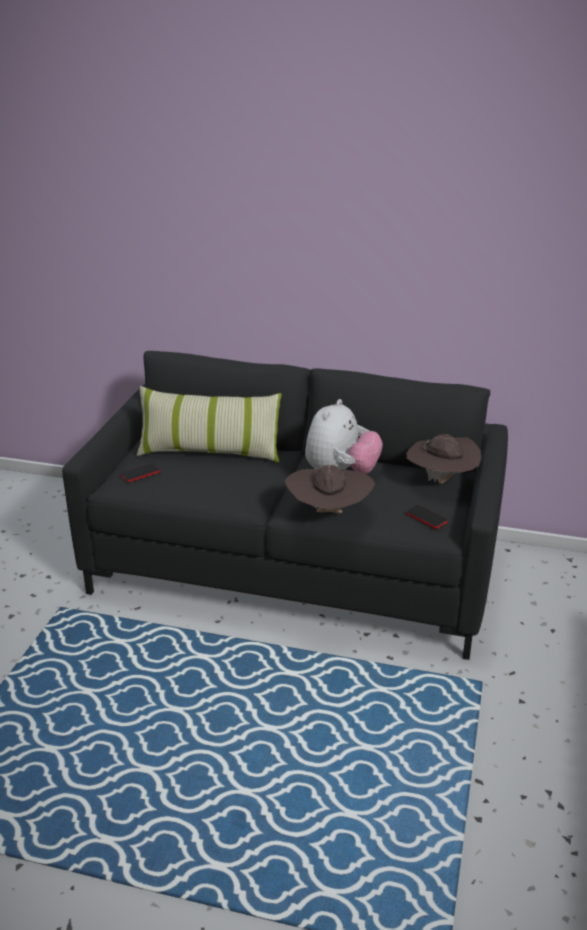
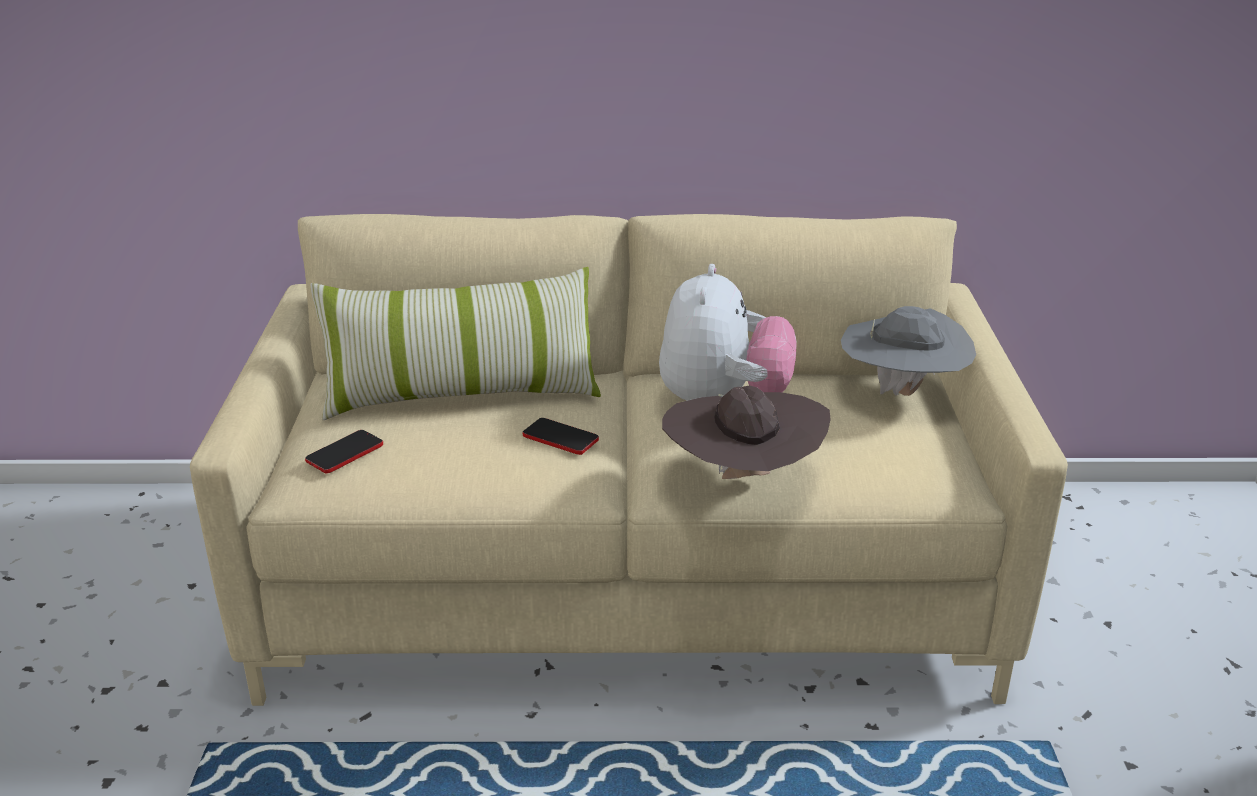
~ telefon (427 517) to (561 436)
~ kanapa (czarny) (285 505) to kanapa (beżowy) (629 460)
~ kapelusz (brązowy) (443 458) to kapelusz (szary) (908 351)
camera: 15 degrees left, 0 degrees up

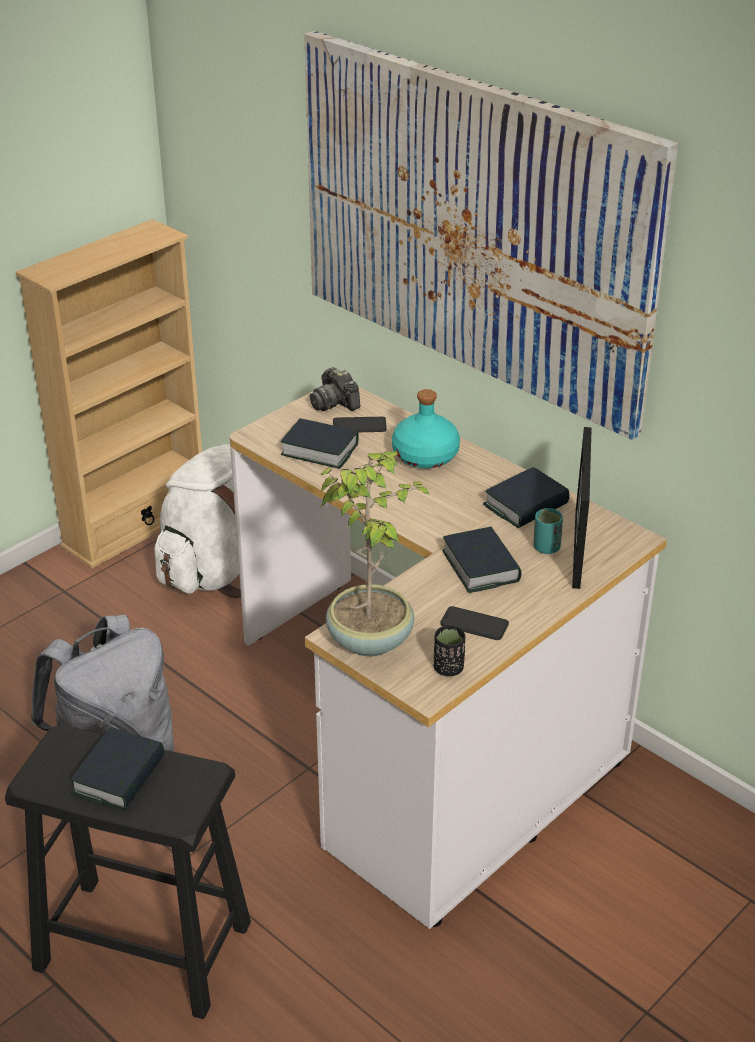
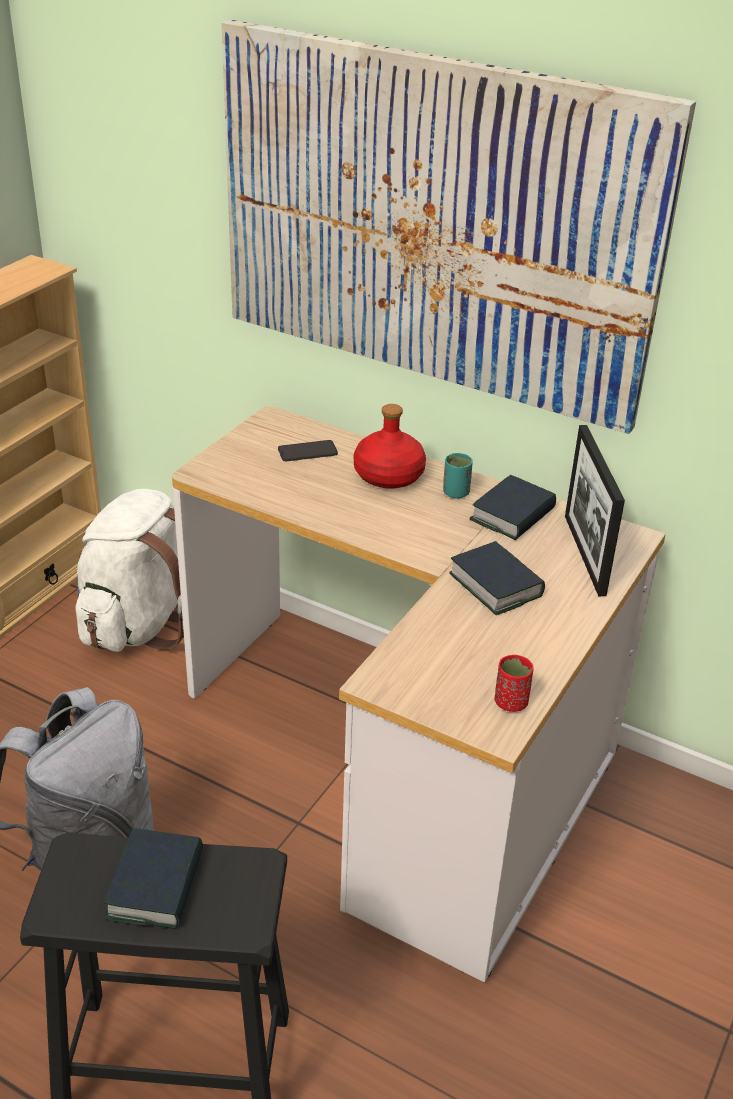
- książka (320 443)
- aparat fotograficzny (335 389)
- roślina doniczkowa (374 553)
- telefon (474 623)
~ filiżanka (turkusowy) (548 531) to (458 476)
~ butelka (turkusowy) (426 428) to butelka (czerwony) (390 446)
~ filiżanka (czarny) (449 651) to filiżanka (czerwony) (514 683)
camera: 15 degrees left, 0 degrees up

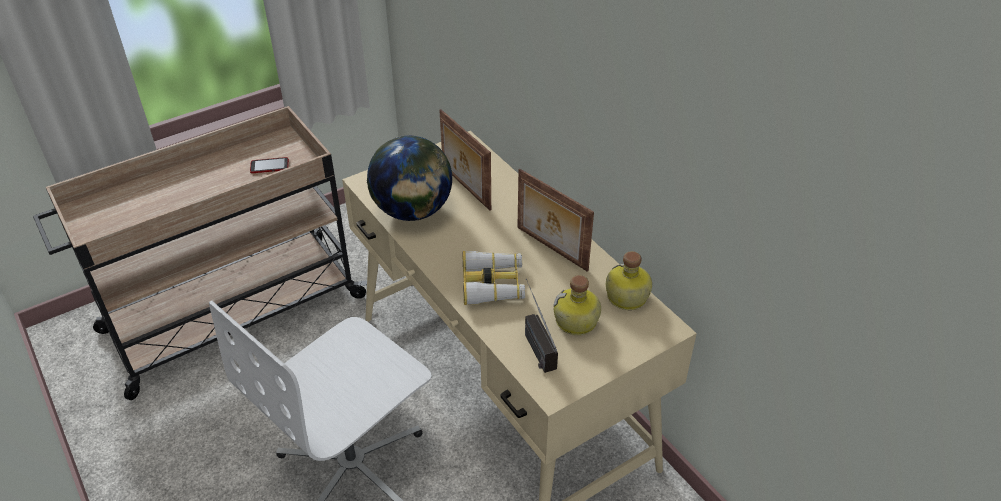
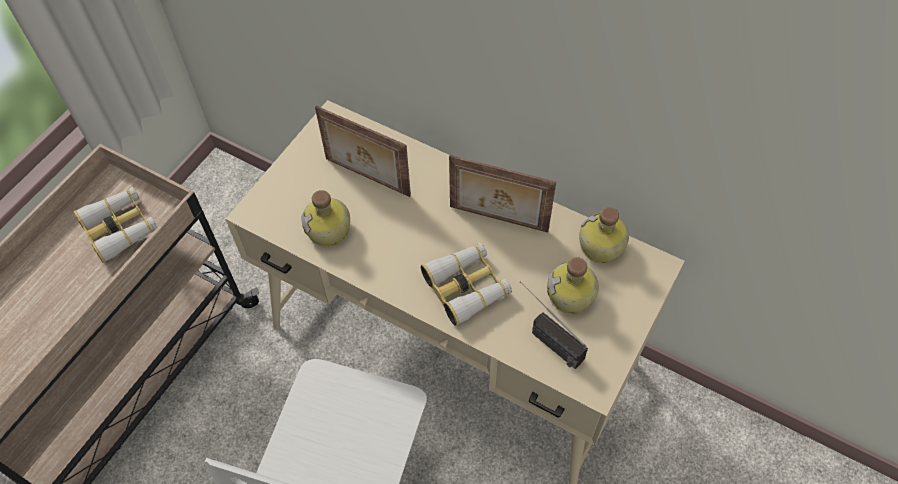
~ telefon (269 165) to lornetka (115 225)
~ globus (409 178) to butelka (325 218)
camera: 25 degrees left, 15 degrees up

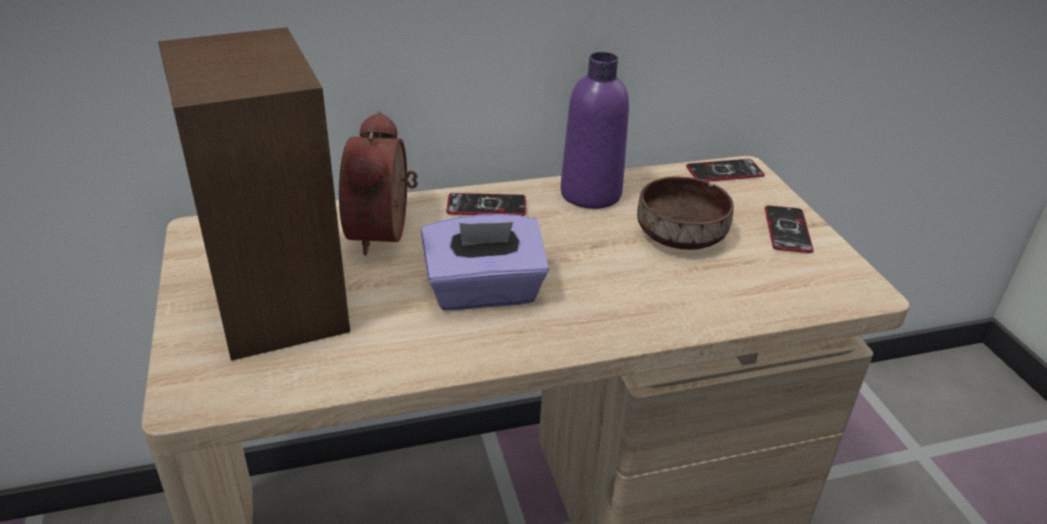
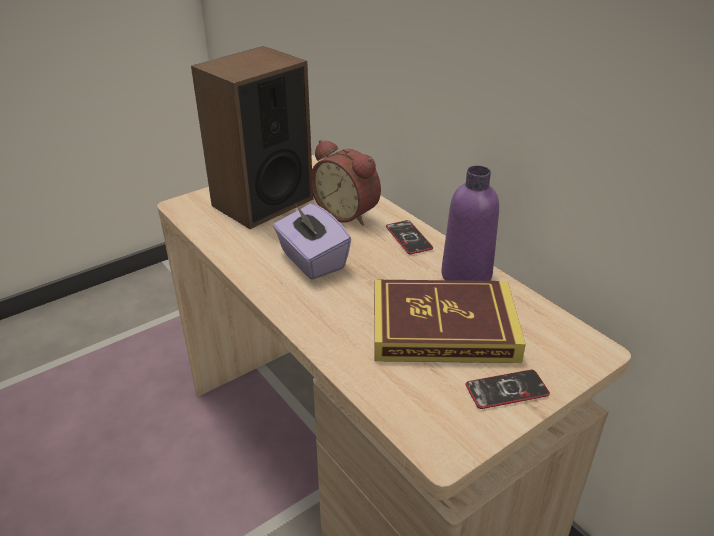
- telefon (725 170)
~ miska (brązowy) (685 213) to książka (450 321)
~ budzik (378 183) = (345 182) 120 degrees counterclockwise
camera: 70 degrees right, 0 degrees up

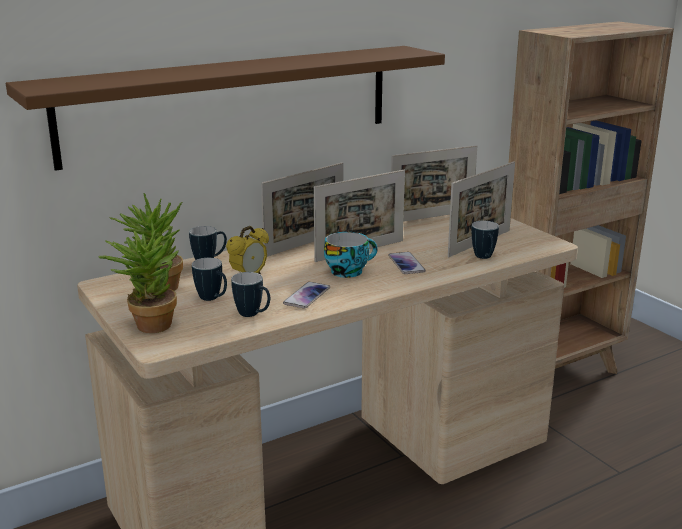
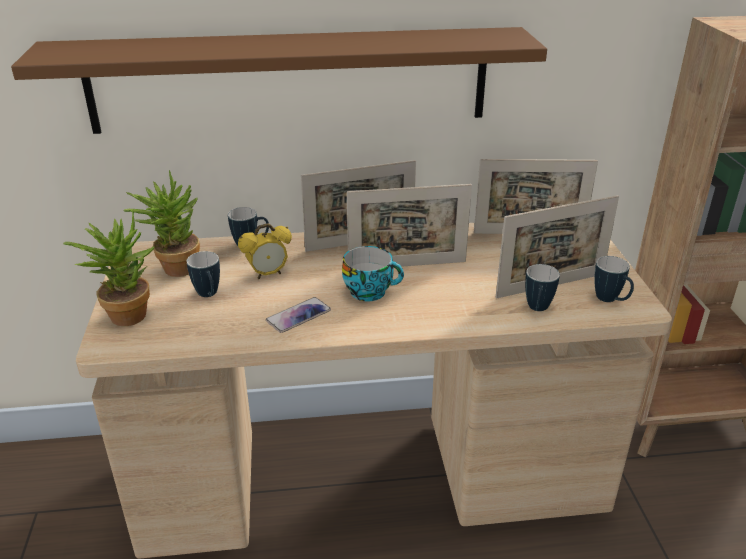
- telefon (407 263)
~ kubek (250 294) to (614 279)
camera: 25 degrees right, 10 degrees up

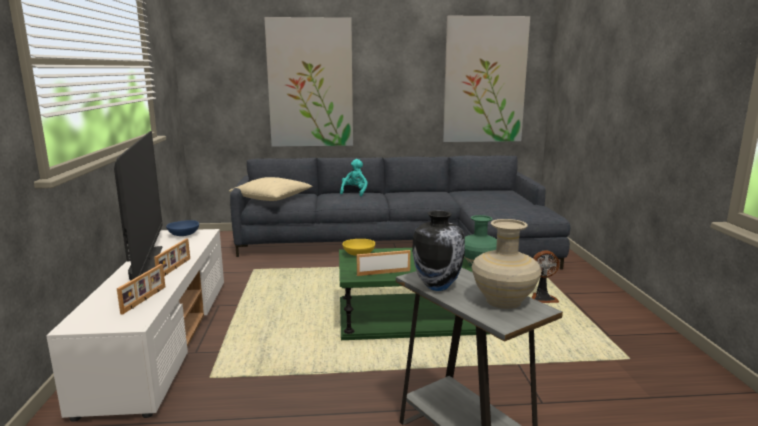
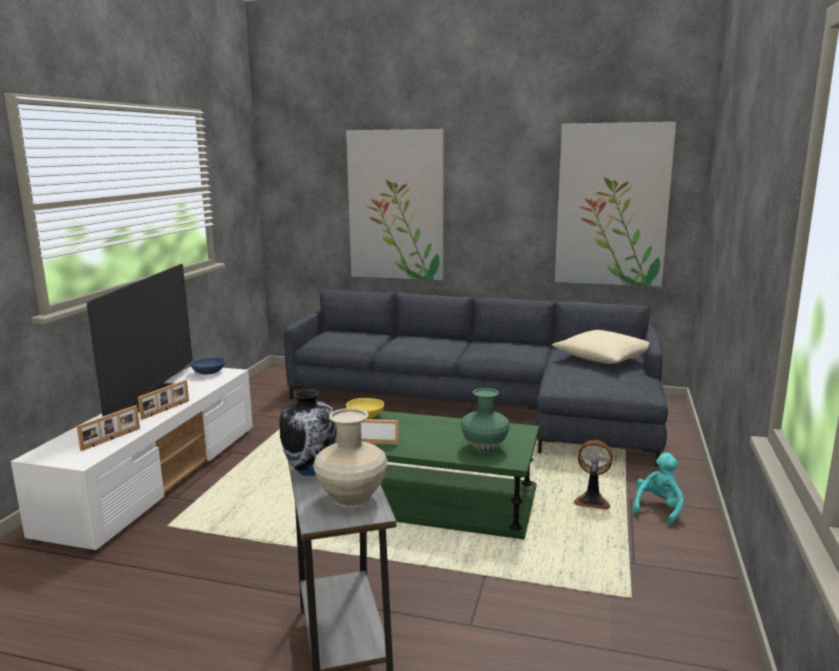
~ poduszka (beżowy) (271 189) to (601 347)
~ pluszak (turkusowy) (354 178) to (658 488)
camera: 20 degrees right, 0 degrees up

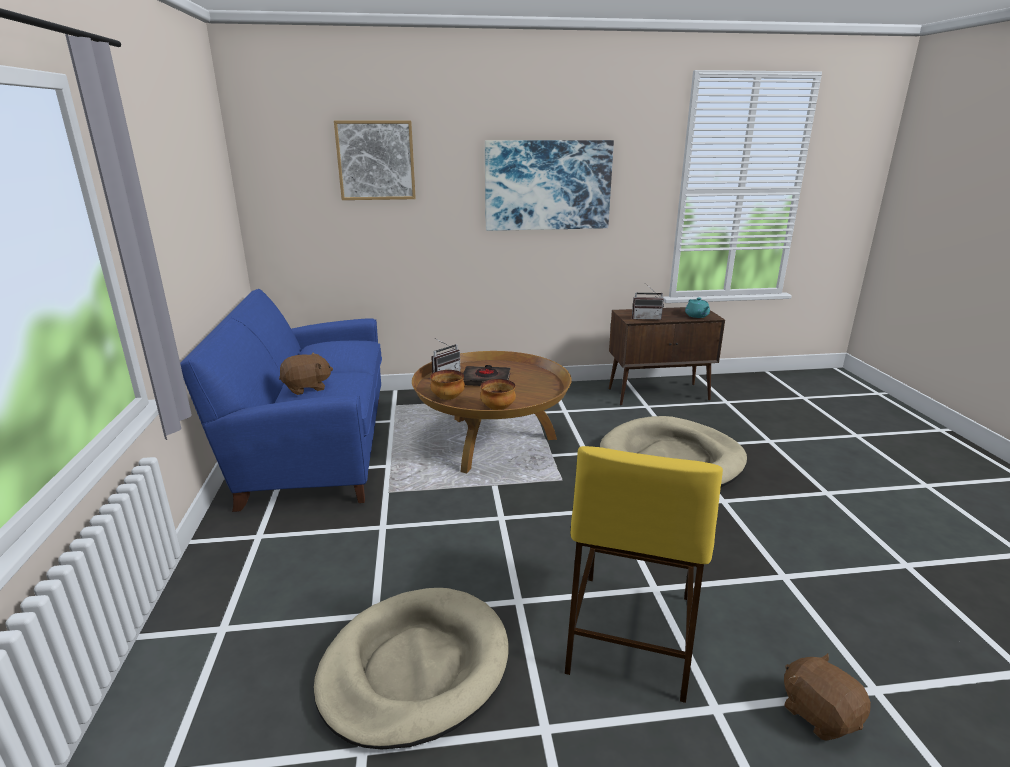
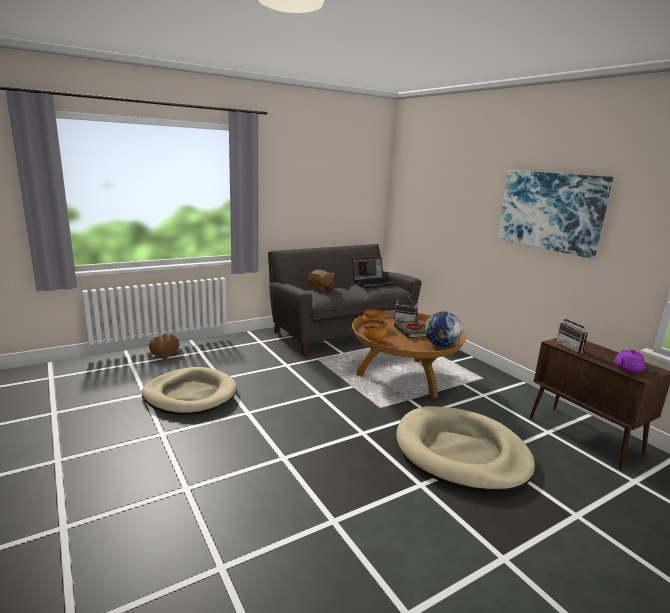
- obraz (375 160)
- stołek (żółty) (644 574)
+ laptop (373 272)
+ globus (443 329)
~ pluszak (brązowy) (827 697) to (164 346)
~ kanapa (niebieski) (281 400) to kanapa (szary) (345 300)
~ imbryk (turkusowy) (697 308) to imbryk (fioletowy) (629 361)
camera: 65 degrees right, 5 degrees down

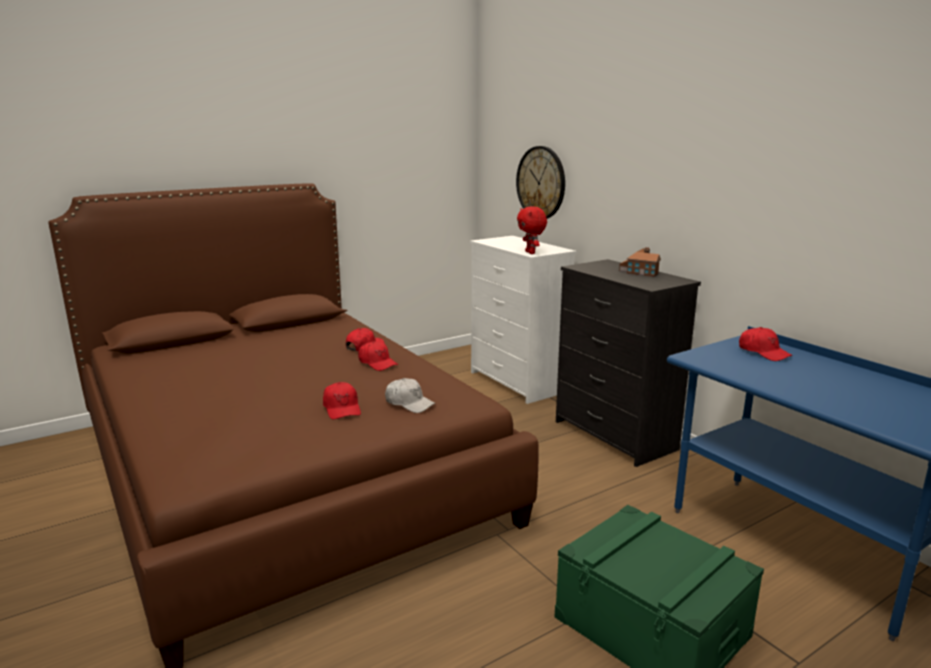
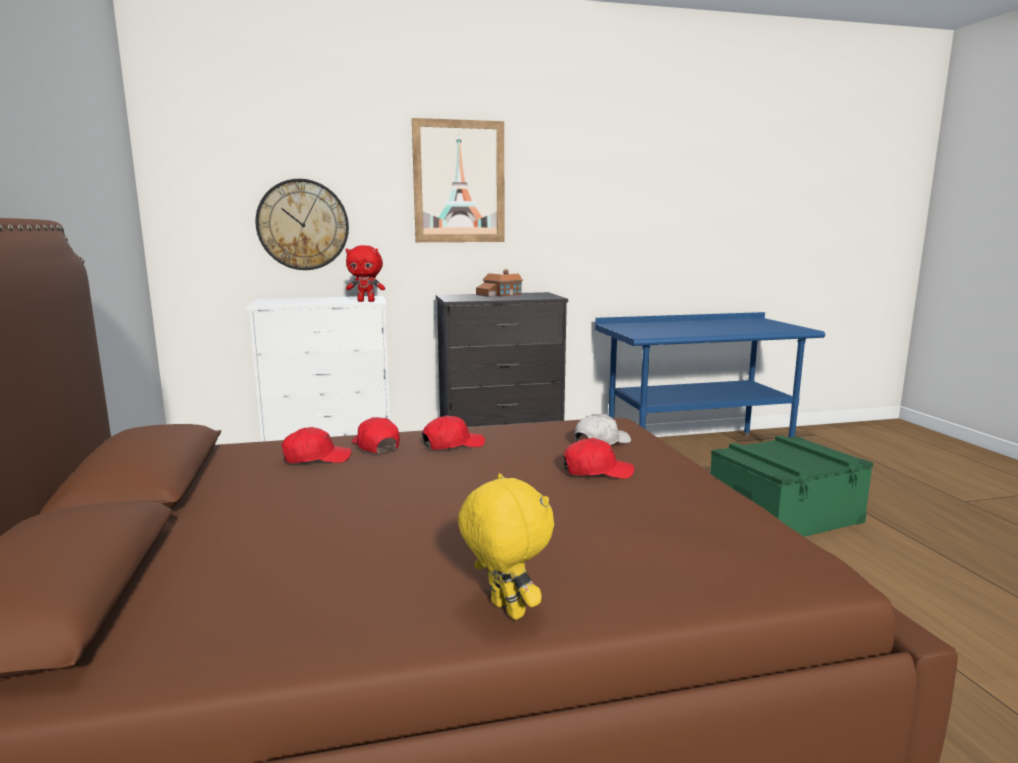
+ obraz (458 180)
+ pluszak (żółty) (506 546)
~ czapka z daszkiem (czerwony) (765 344) to (316 445)
camera: 70 degrees left, 5 degrees down

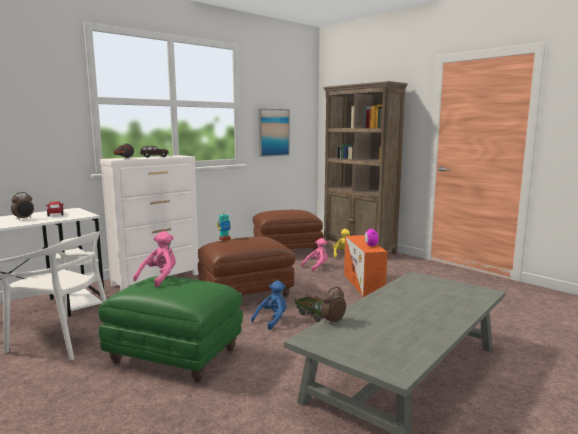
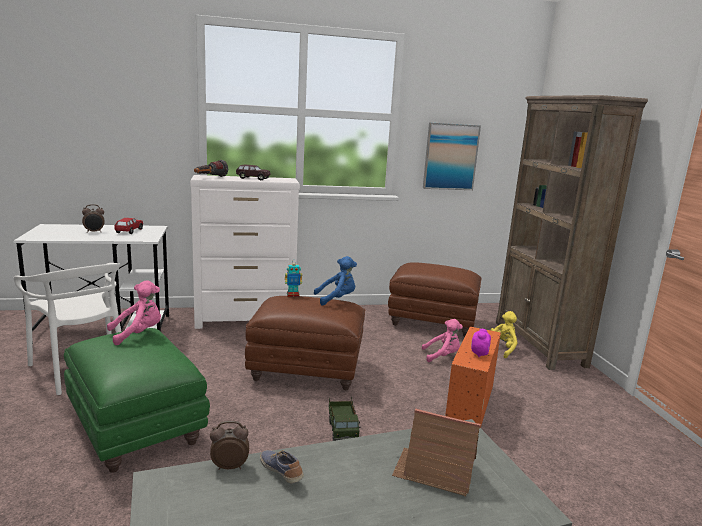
+ but (282 466)
+ domek (436 452)
~ pluszak (niebieski) (268 305) to (335 281)
camera: 30 degrees right, 5 degrees up

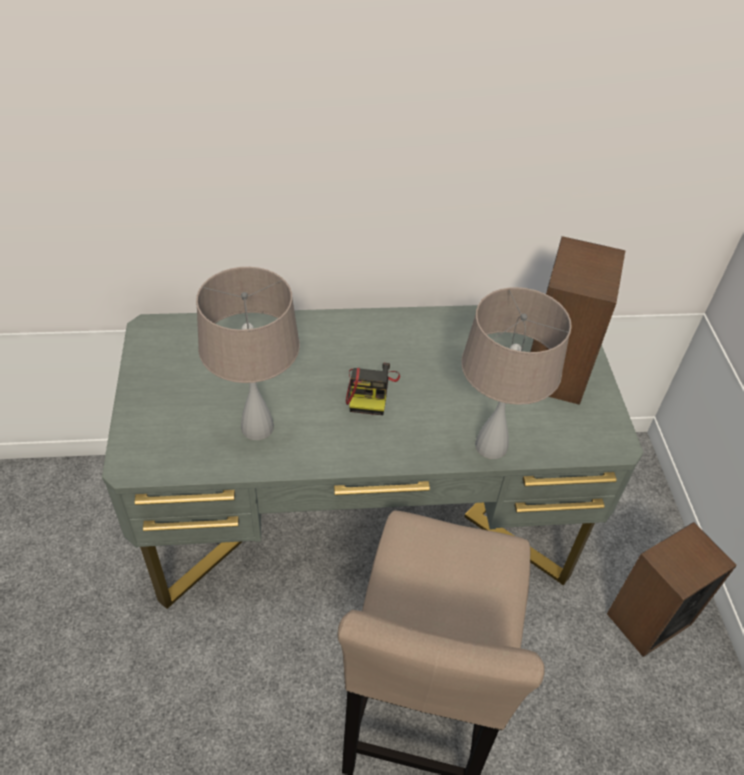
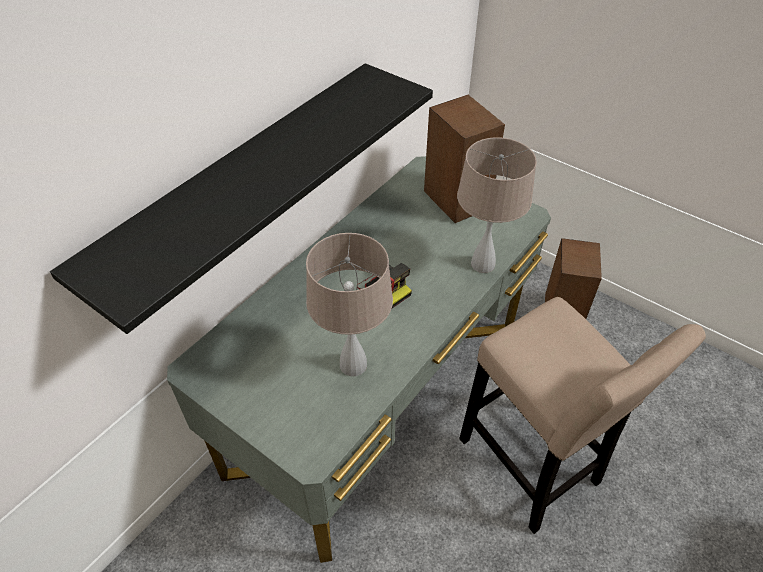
+ półka (czarny) (241 198)
camera: 45 degrees left, 0 degrees up

